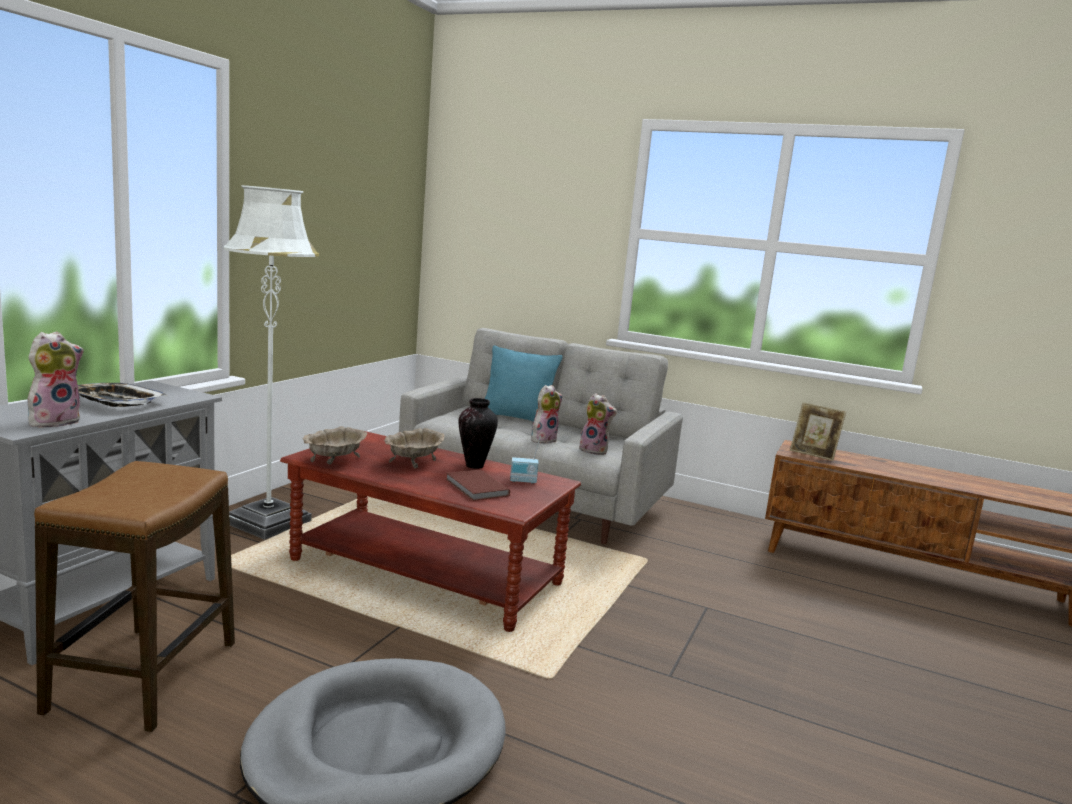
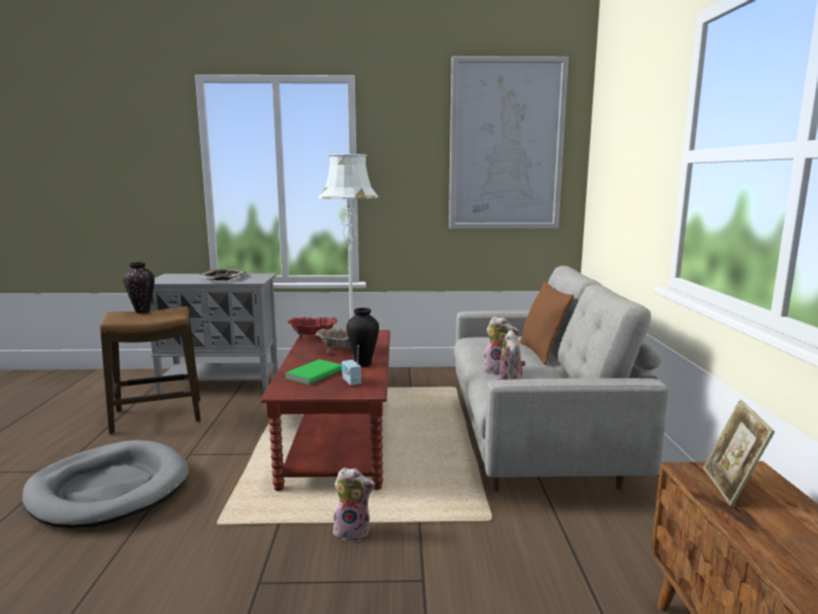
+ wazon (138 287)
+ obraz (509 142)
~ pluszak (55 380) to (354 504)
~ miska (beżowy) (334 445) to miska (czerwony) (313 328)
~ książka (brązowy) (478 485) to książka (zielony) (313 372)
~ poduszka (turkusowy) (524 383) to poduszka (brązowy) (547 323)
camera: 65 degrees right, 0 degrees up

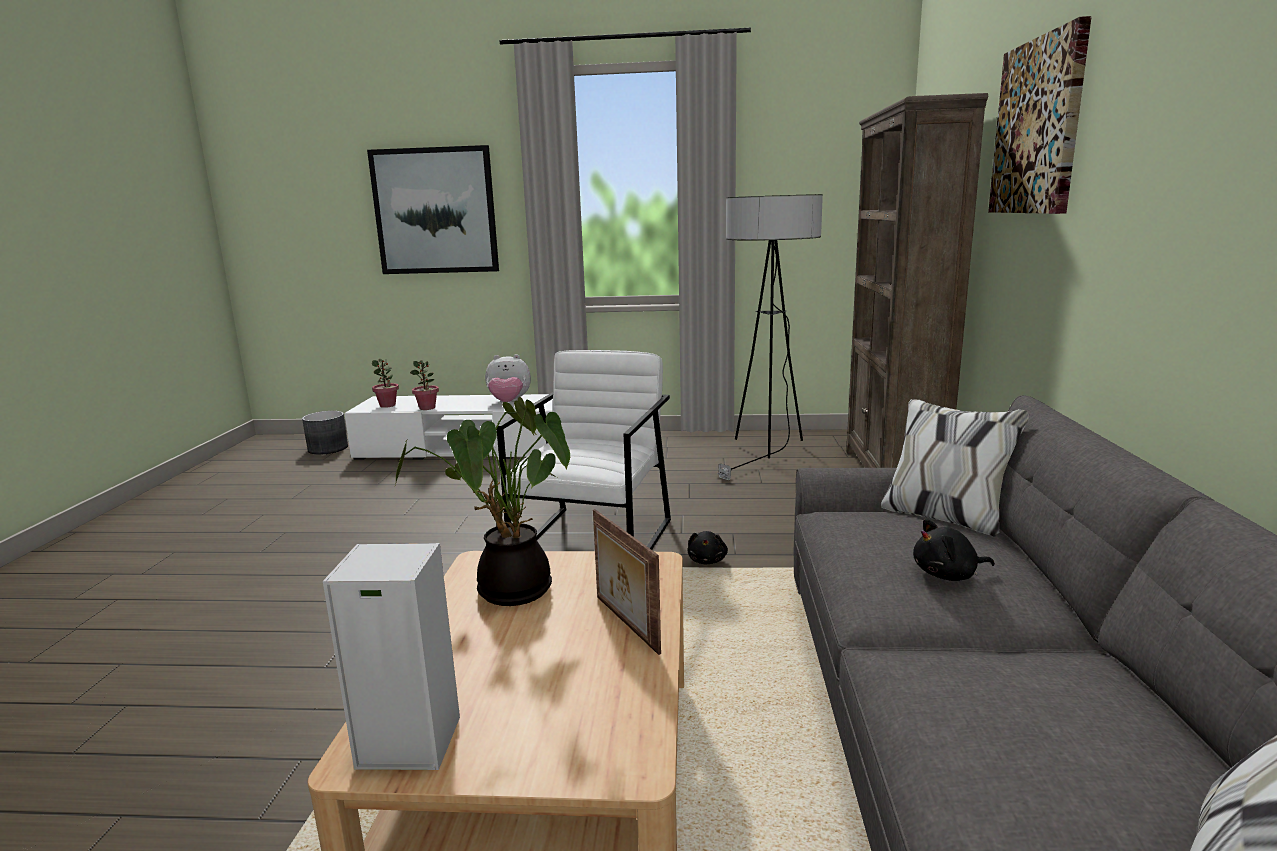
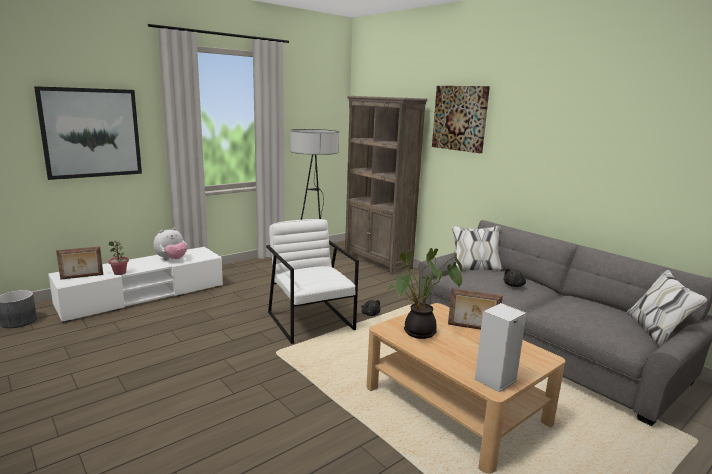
~ roślina doniczkowa (385 383) to ramka na zdjęcie (79 263)
camera: 45 degrees left, 0 degrees up

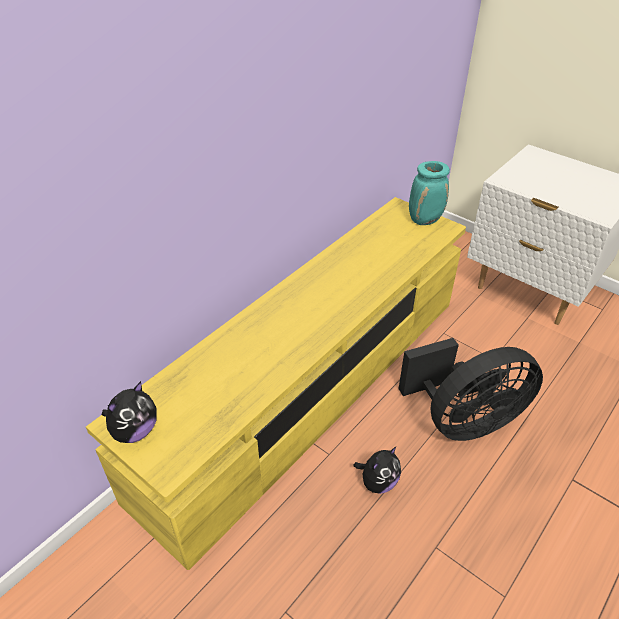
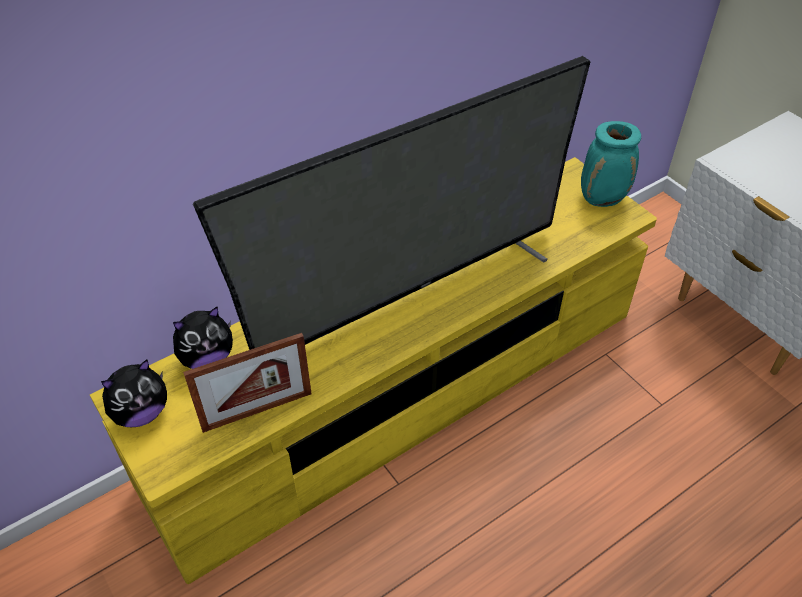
- wentylator (czarny) (471 389)
+ ramka na zdjęcie (247 383)
+ telewizor (392 203)
~ pluszak (377 470) to (203 338)
camera: 15 degrees right, 5 degrees up

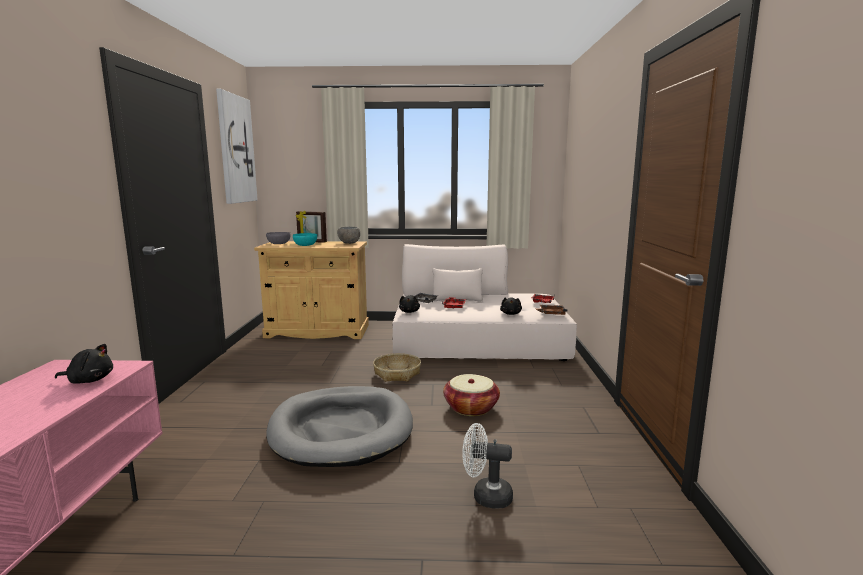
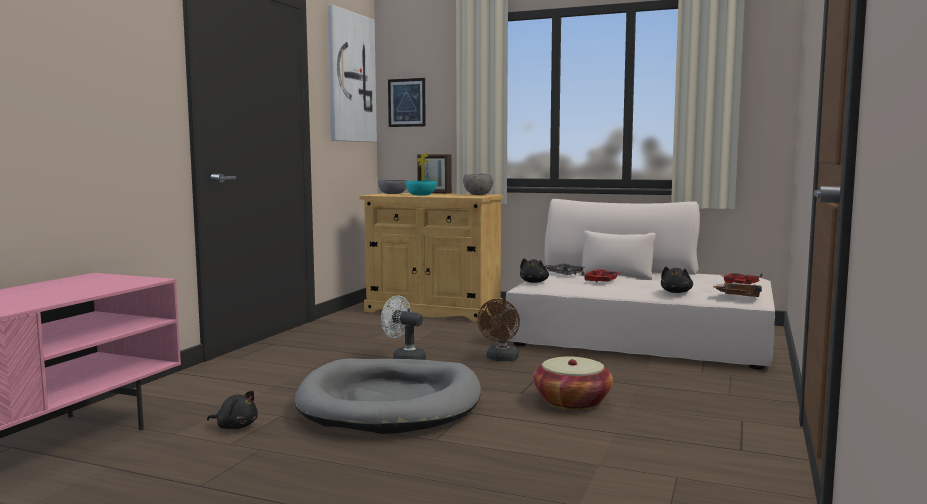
+ obraz (407 102)
~ pluszak (czarny) (84 364) to (232 410)
~ wentylator (biały) (487 466) to (403 328)
~ koszyk (397 367) to wentylator (brązowy) (498 330)
camera: 20 degrees right, 5 degrees down

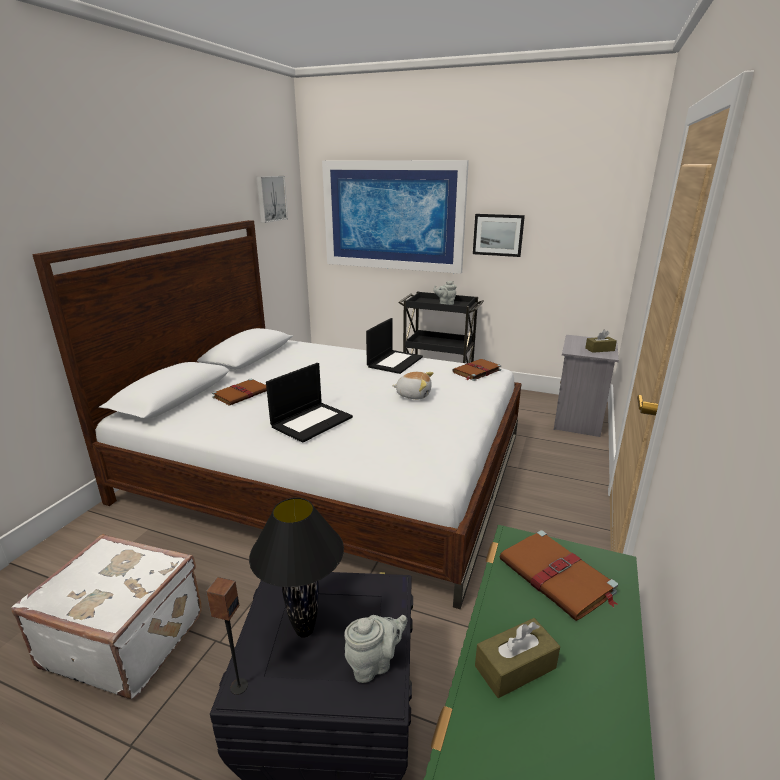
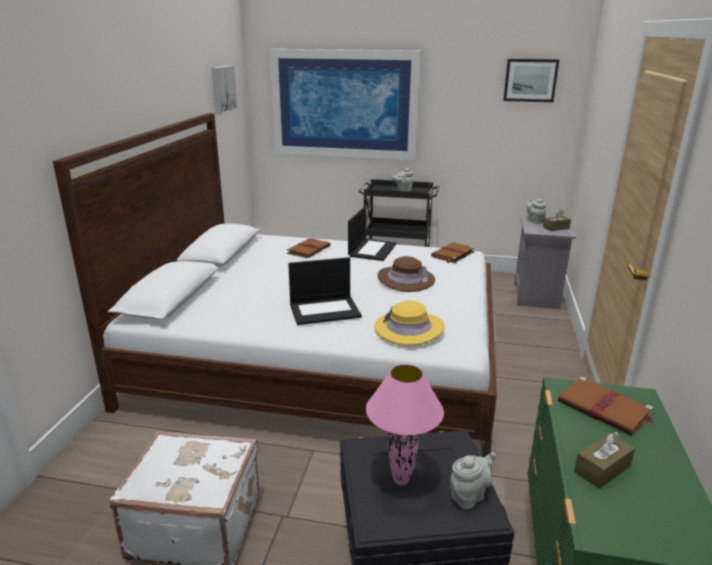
- głośnik (227 636)
+ kapelusz (żółty) (410 323)
+ imbryk (szary) (536 211)
~ książka (brązowy) (239 391) to (309 248)
~ obraz (499 235) to (531 80)
~ pluszak (412 385) to kapelusz (brązowy) (406 274)
~ lampa stołowa (czarny) (296 567) to lampa stołowa (różowy) (405 424)
~ laptop (309 403) = (325 291) 45 degrees clockwise
camera: 10 degrees left, 0 degrees up

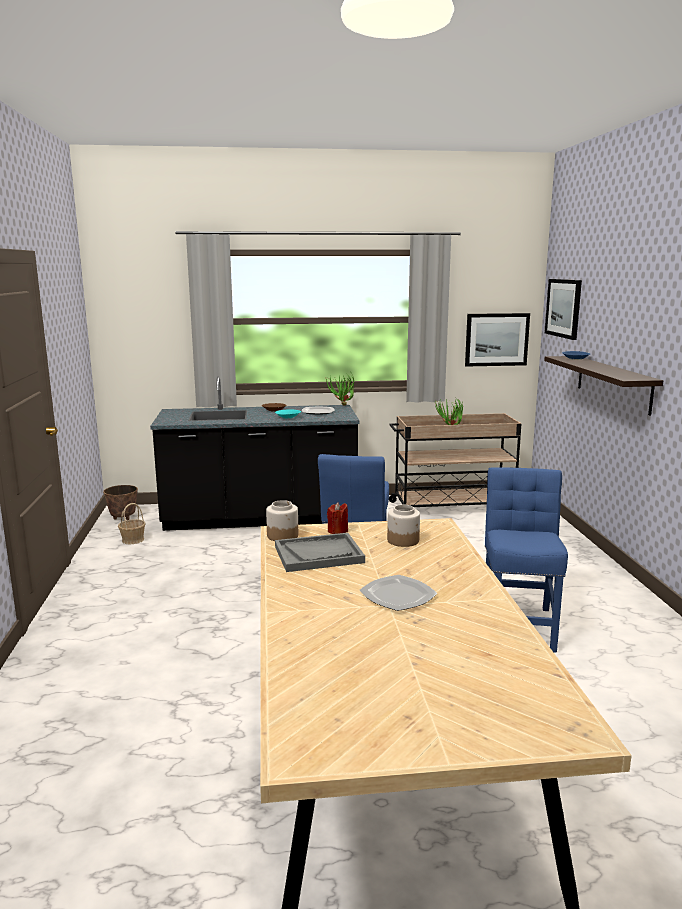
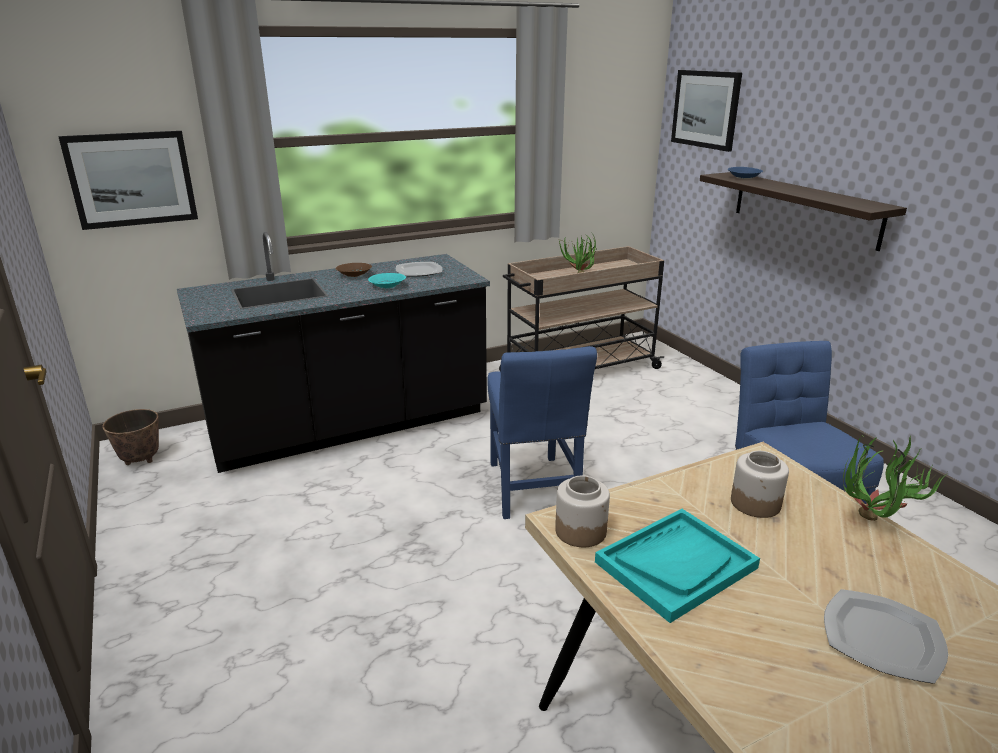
- koszyk (132 523)
- świeca (czerwony) (337 518)
~ roślina doniczkowa (340 390) to (894 478)
~ obraz (497 340) to (128 180)
~ taca (szary) (320 552) to taca (turkusowy) (677 566)
camera: 20 degrees left, 10 degrees up

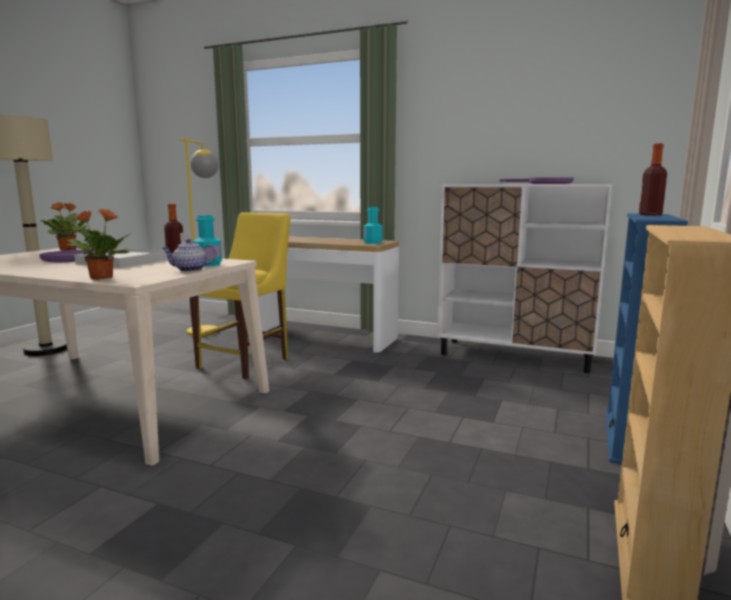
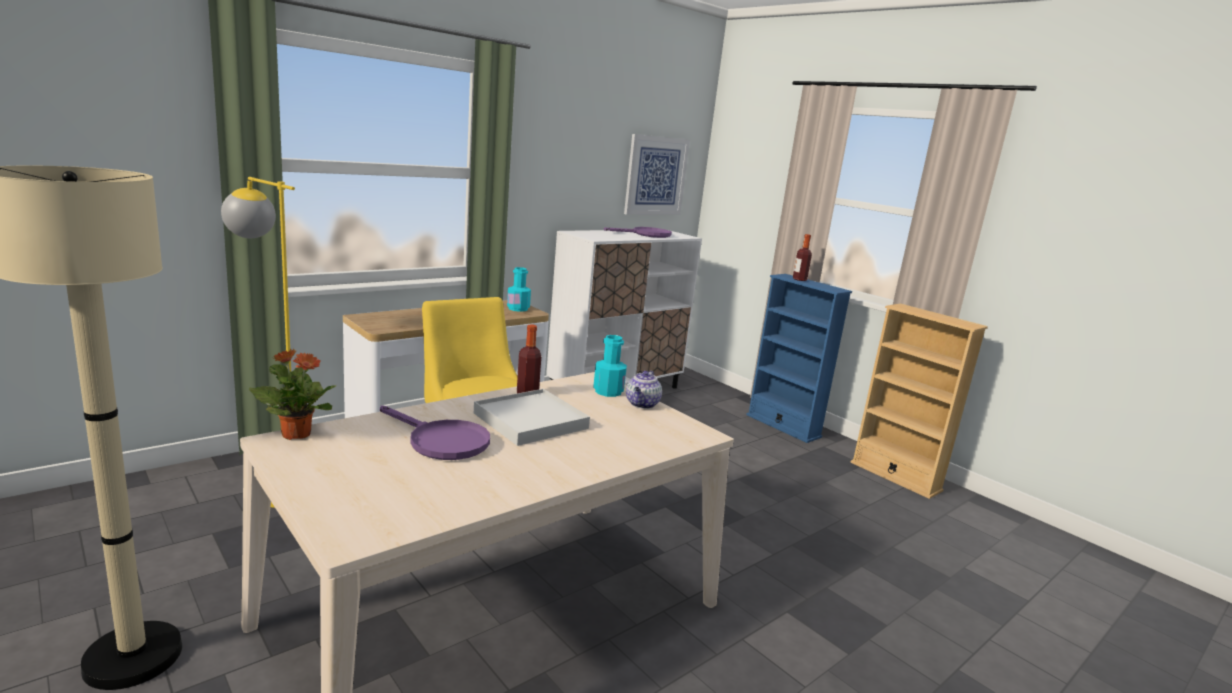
- roślina doniczkowa (98 244)
+ obraz (657 174)
camera: 65 degrees left, 5 degrees up

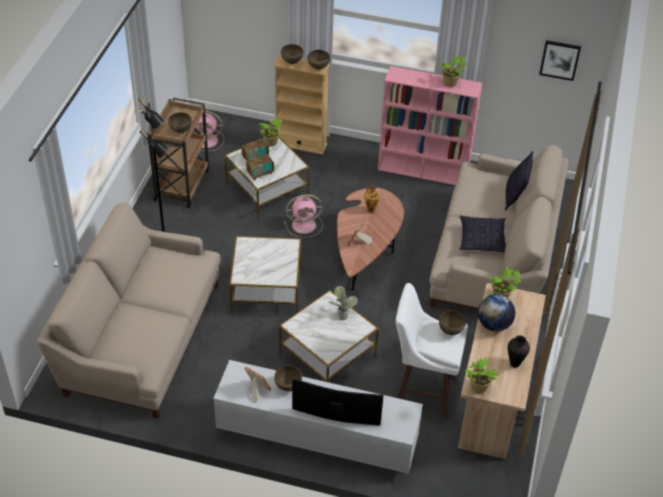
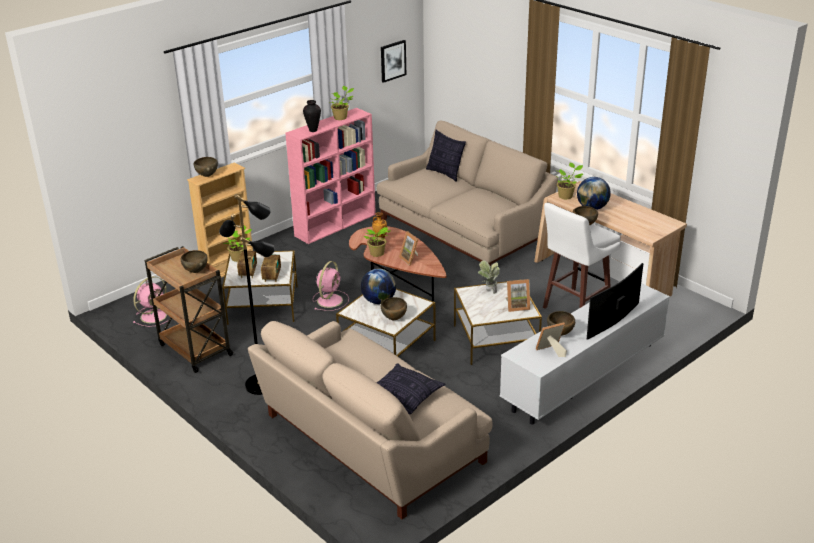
+ globus (378 286)
+ ramka na zdjęcie (518 295)
~ miska (brązowy) (318 60) to (394 308)
~ poduszka (483 234) to (411 388)
~ roślina doniczkowa (481 376) to (377 242)
~ wazon (519 351) to (312 116)
camera: 55 degrees left, 15 degrees down

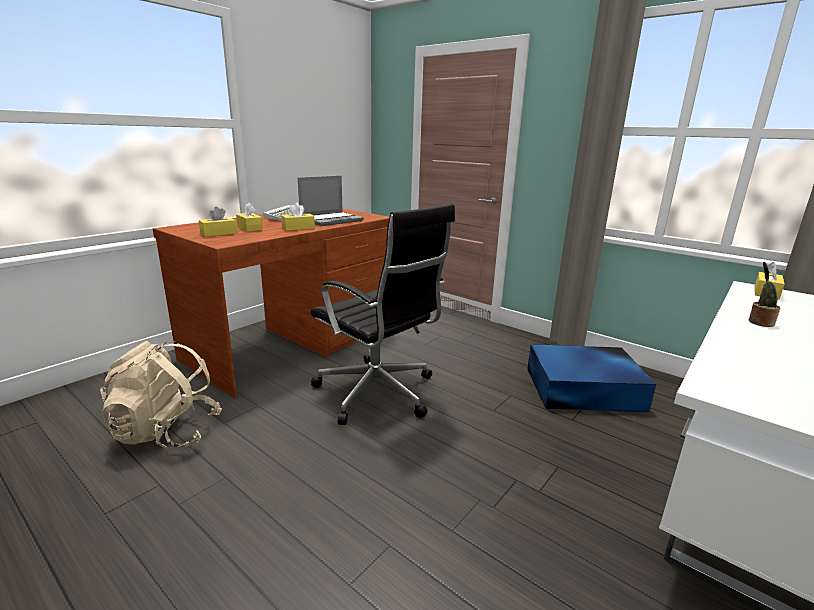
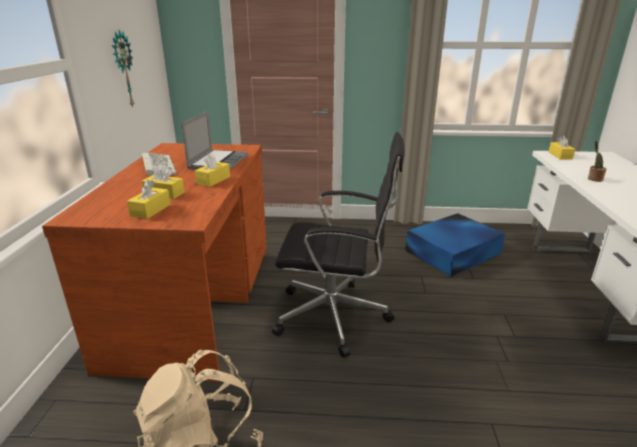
+ zegar ścienny (123 68)
camera: 35 degrees left, 5 degrees up

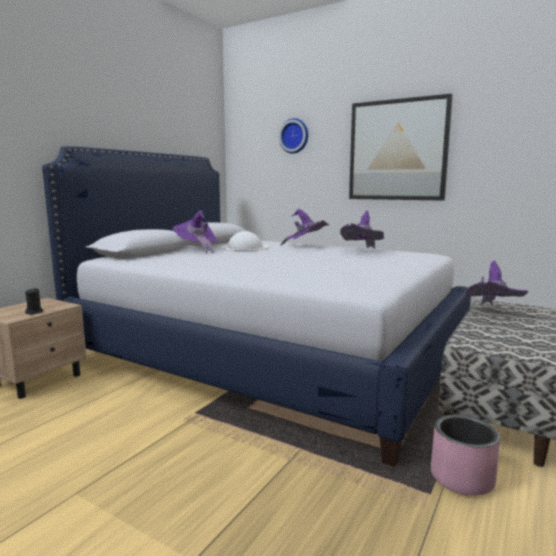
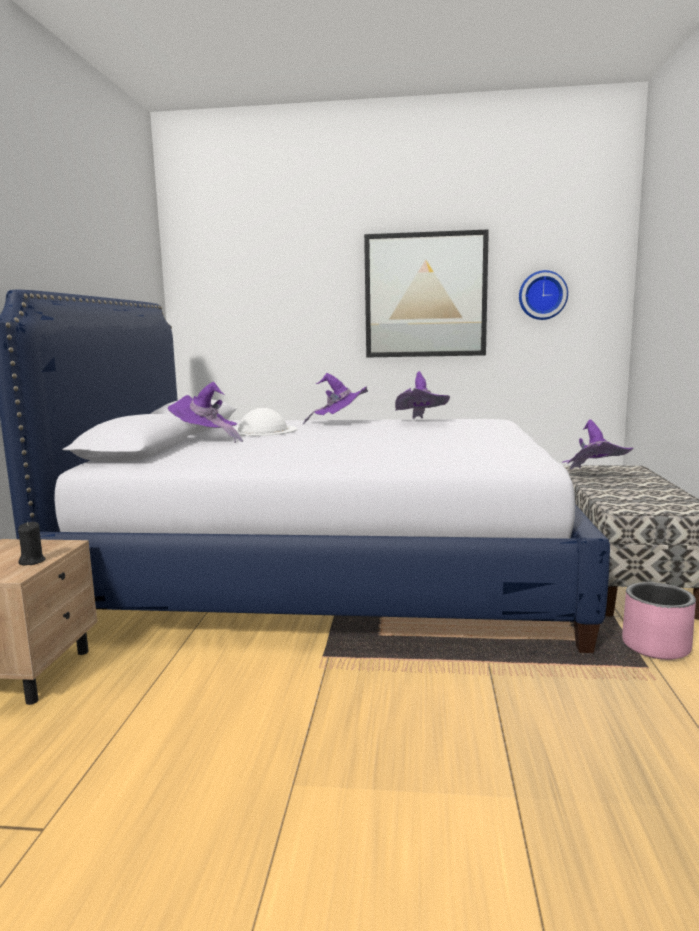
~ zegar ścienny (293 136) to (543 295)
camera: 25 degrees left, 0 degrees up

